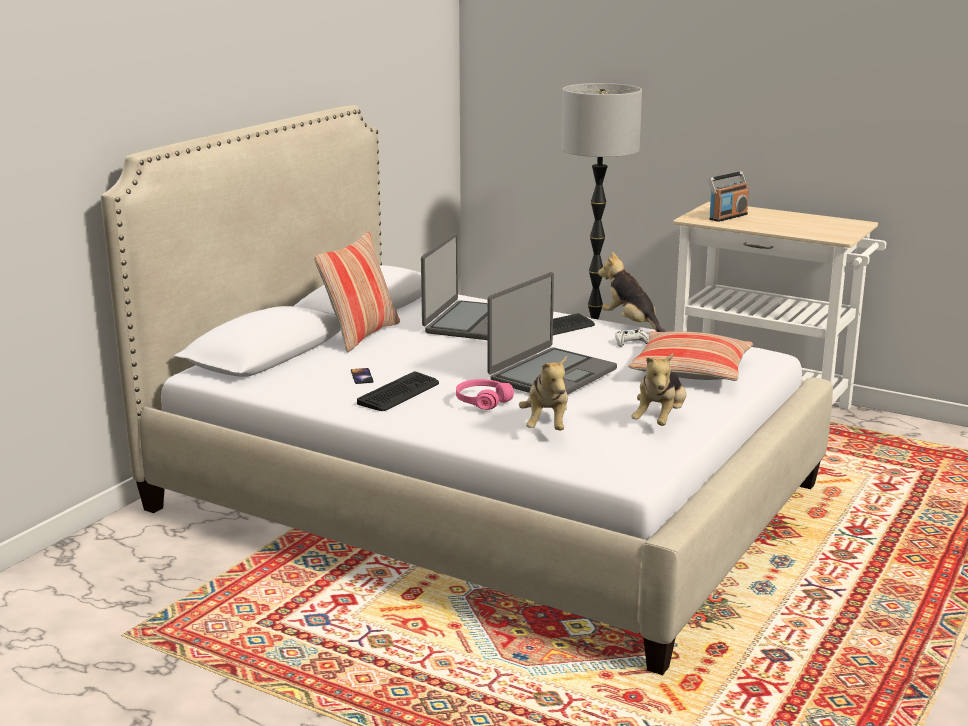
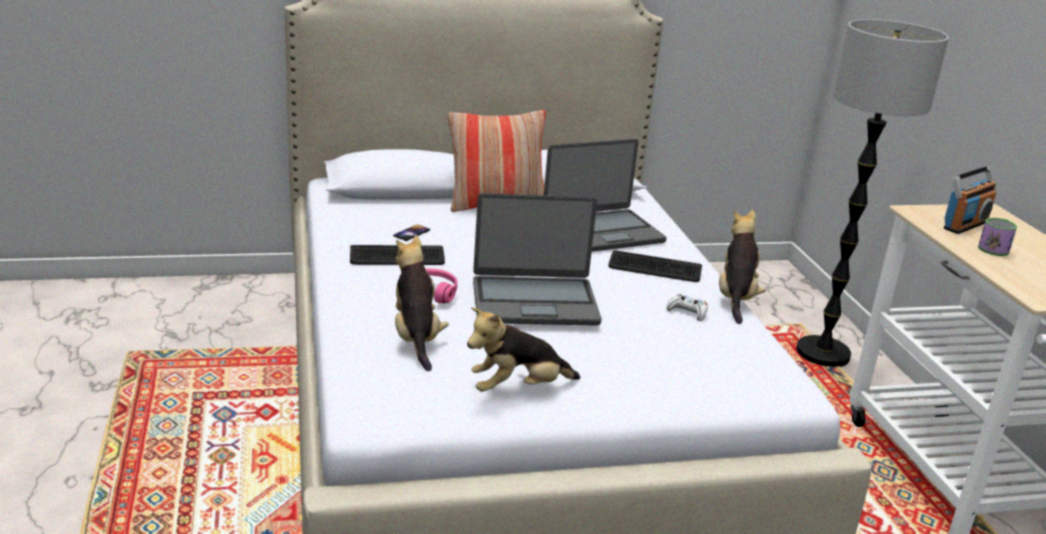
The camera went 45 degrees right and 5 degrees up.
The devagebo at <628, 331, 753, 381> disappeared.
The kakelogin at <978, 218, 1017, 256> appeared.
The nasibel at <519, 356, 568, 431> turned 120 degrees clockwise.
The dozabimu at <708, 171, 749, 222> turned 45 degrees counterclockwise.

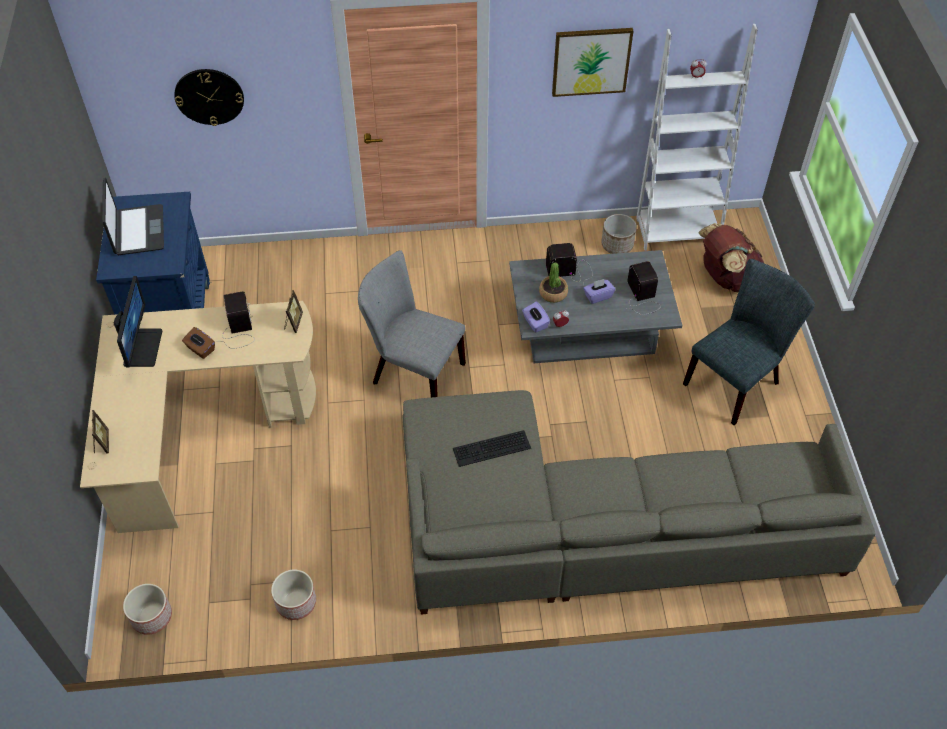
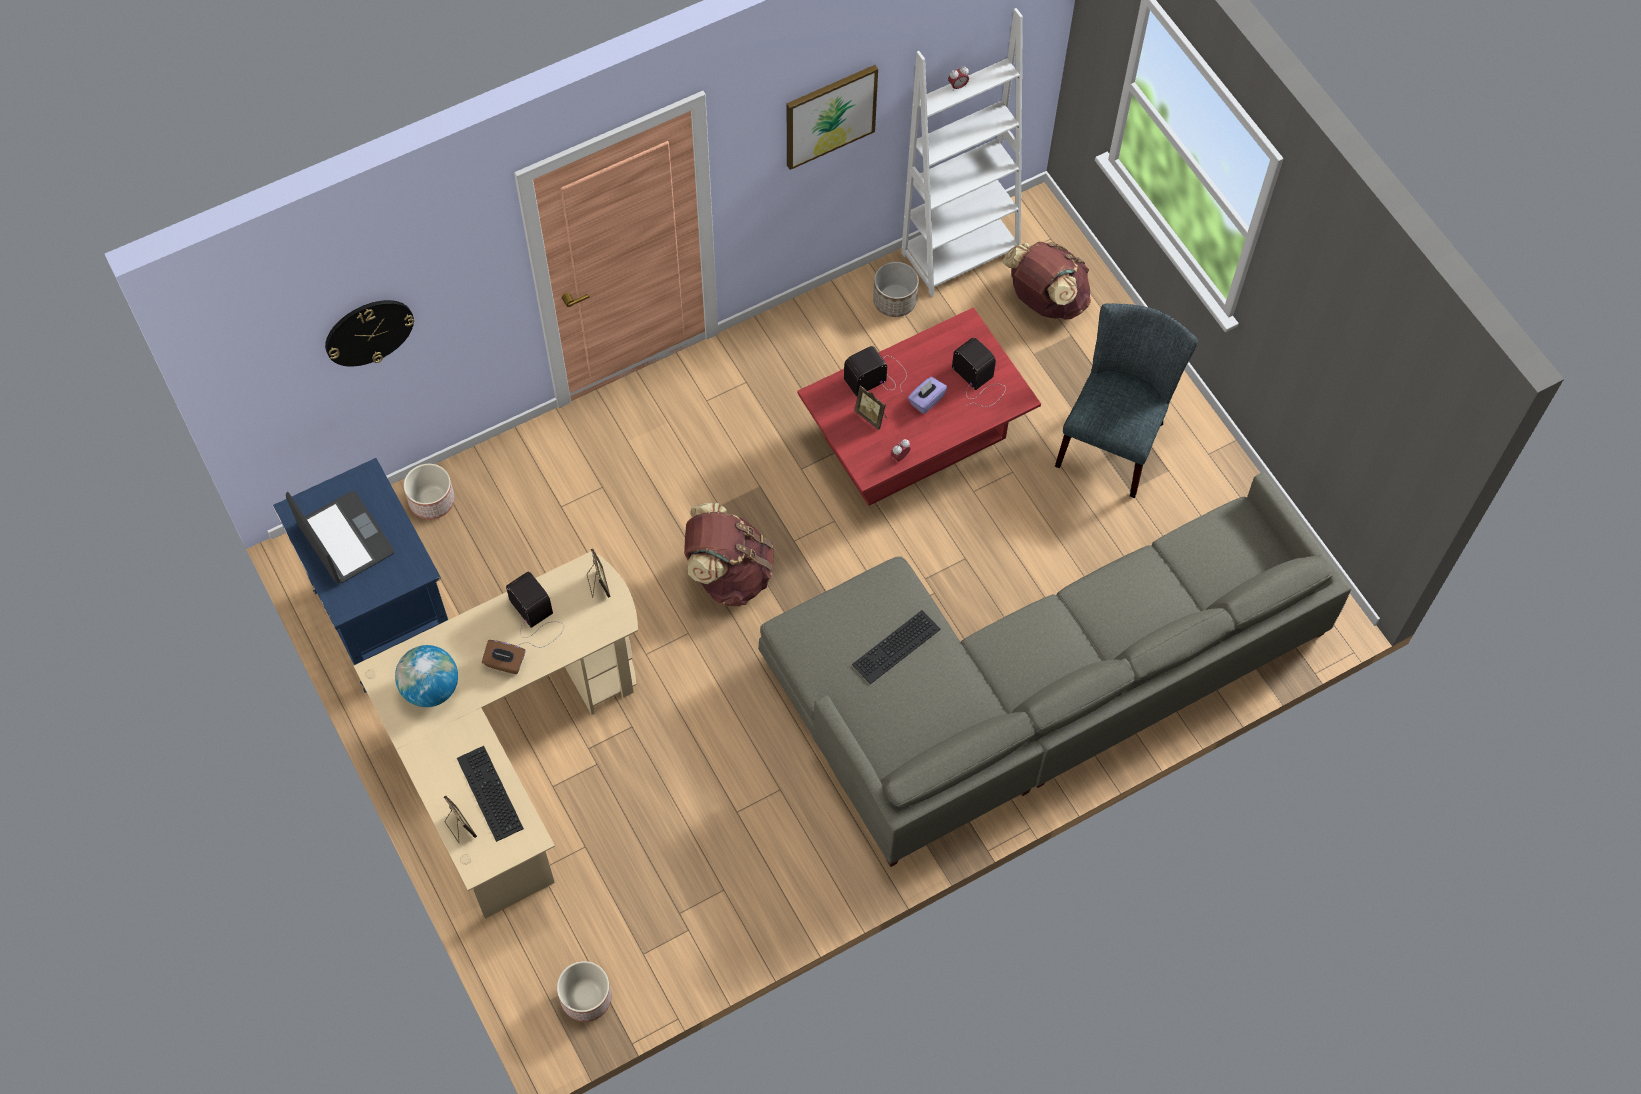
The camera went 25 degrees left and 10 degrees up.
The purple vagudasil at <522, 302, 550, 333> disappeared.
The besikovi at <457, 746, 524, 842> appeared.
The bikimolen moved from <271, 570, 316, 620> to <404, 464, 455, 520>.
The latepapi at <114, 276, 162, 368> was replaced by the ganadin at <395, 645, 458, 707>.
The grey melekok at <358, 250, 466, 397> was replaced by the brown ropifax at <684, 502, 773, 606>.
The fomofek at <539, 263, 568, 303> was replaced by the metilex at <855, 385, 887, 430>.
The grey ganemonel at <509, 250, 682, 363> became the red ganemonel at <797, 307, 1041, 506>.

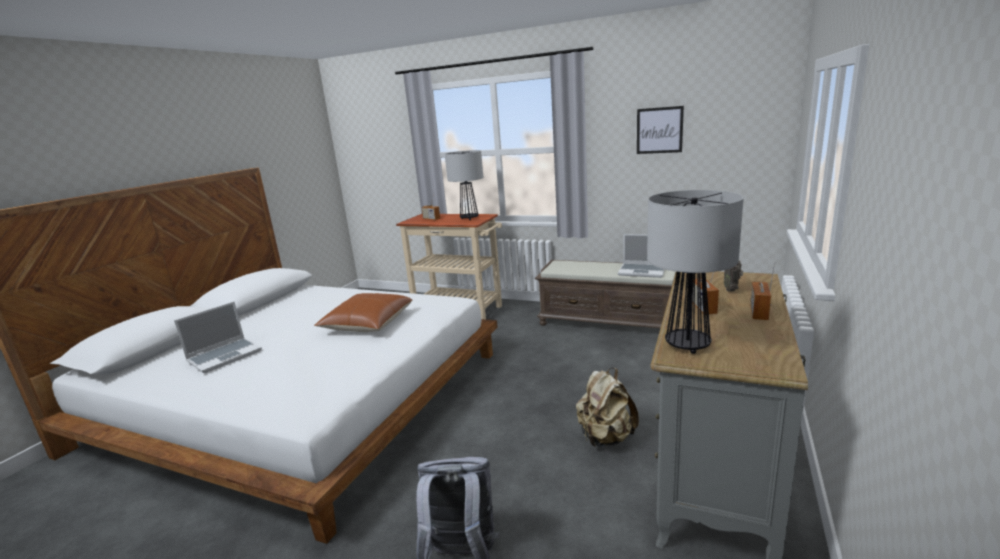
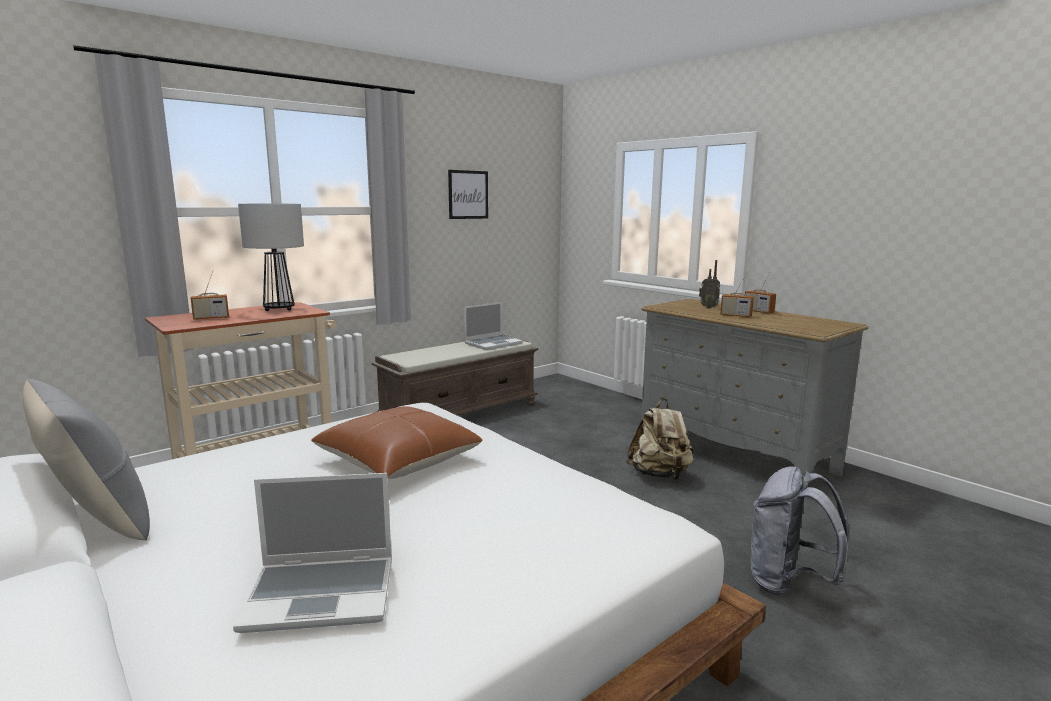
The camera went 65 degrees left and 5 degrees down.
The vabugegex at <647, 190, 744, 354> disappeared.
The grey devagebo at <23, 379, 150, 540> appeared.
The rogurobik at <174, 302, 262, 373> turned 105 degrees clockwise.

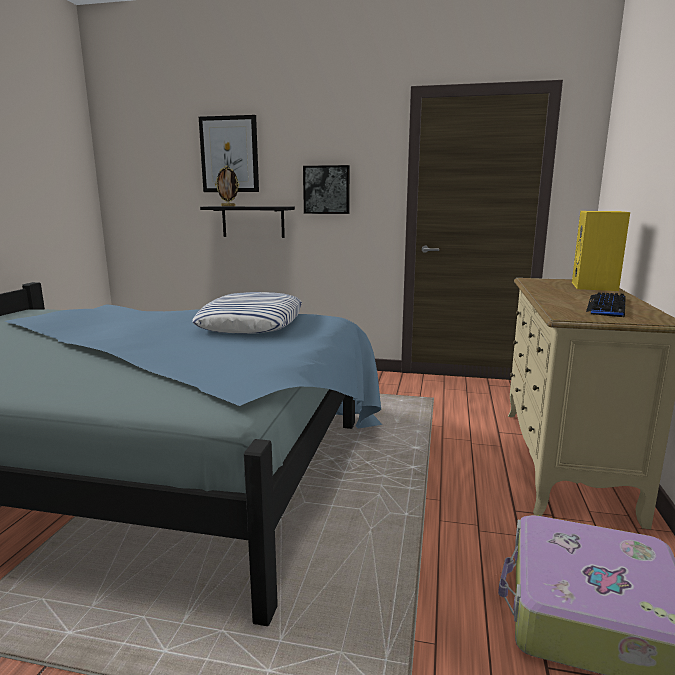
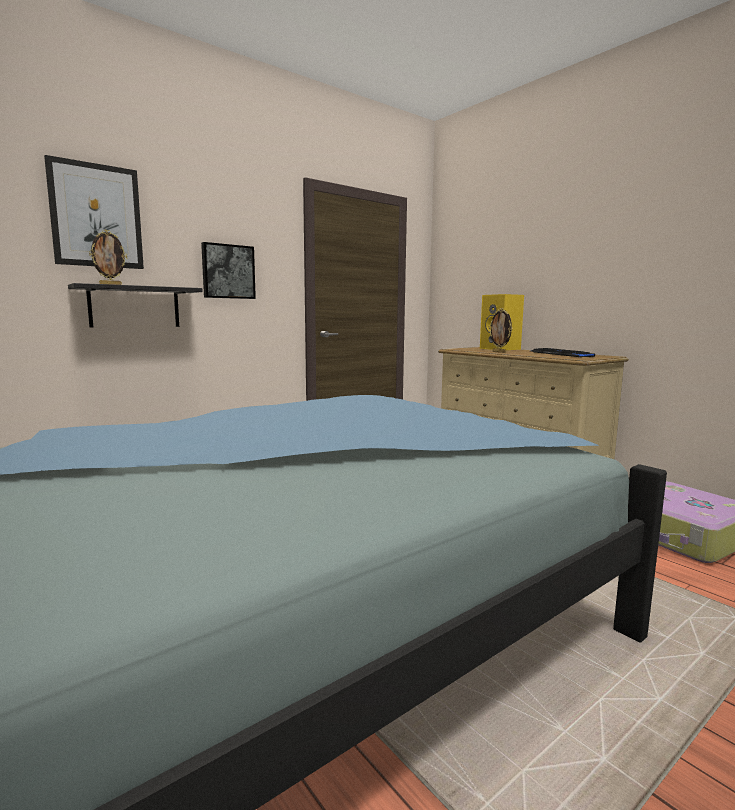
The camera went 50 degrees left and 5 degrees down.
The devagebo at <192, 292, 302, 334> disappeared.
The metilex at <489, 308, 512, 353> appeared.

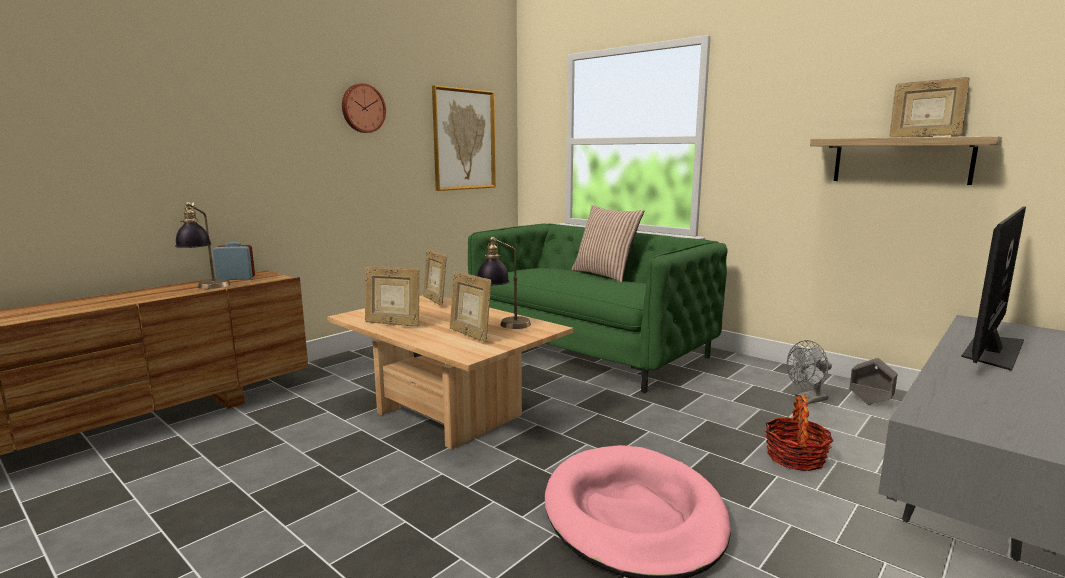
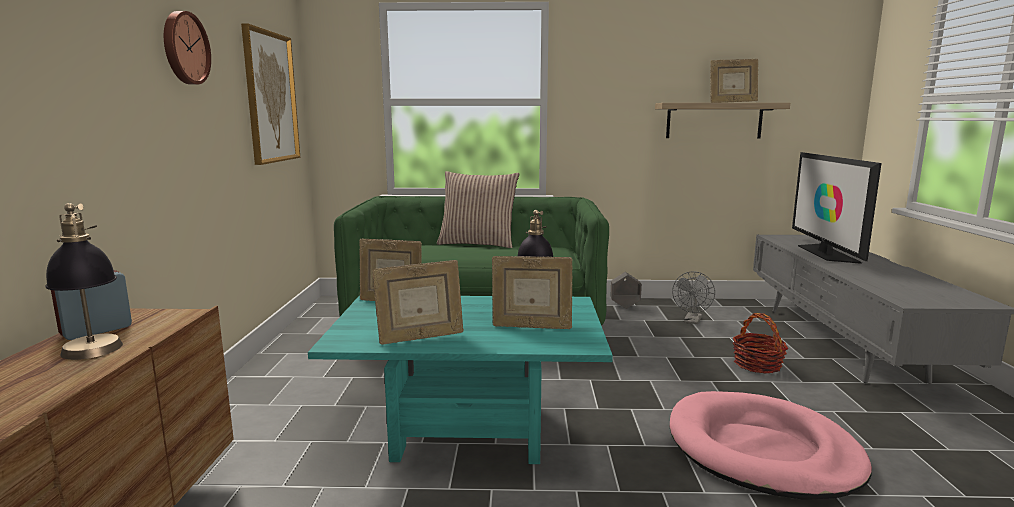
The camera went 40 degrees left and 0 degrees up.
The grey bikimolen moved from <849, 358, 898, 405> to <610, 272, 642, 309>.
The beige ganemonel at <327, 295, 573, 449> became the turquoise ganemonel at <308, 295, 613, 464>.

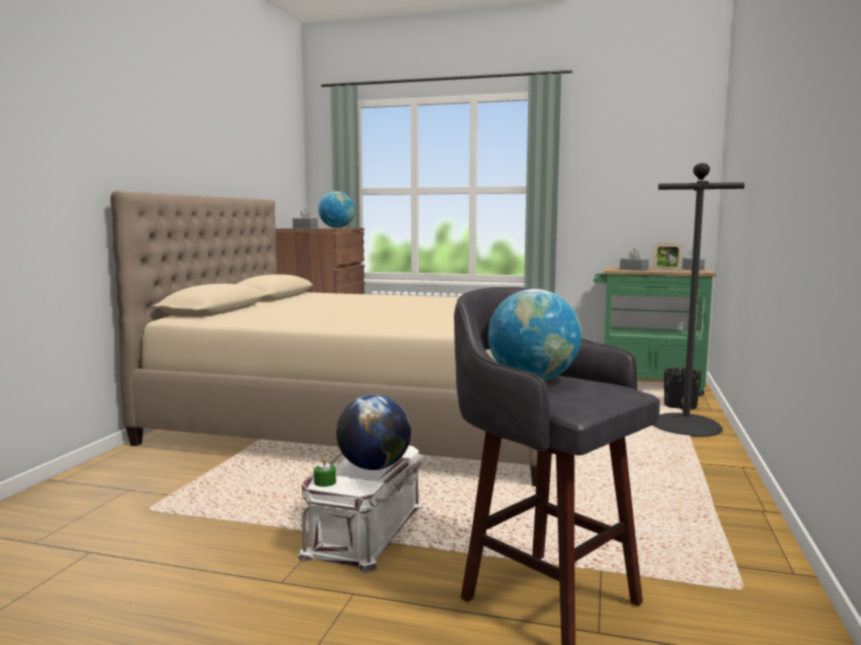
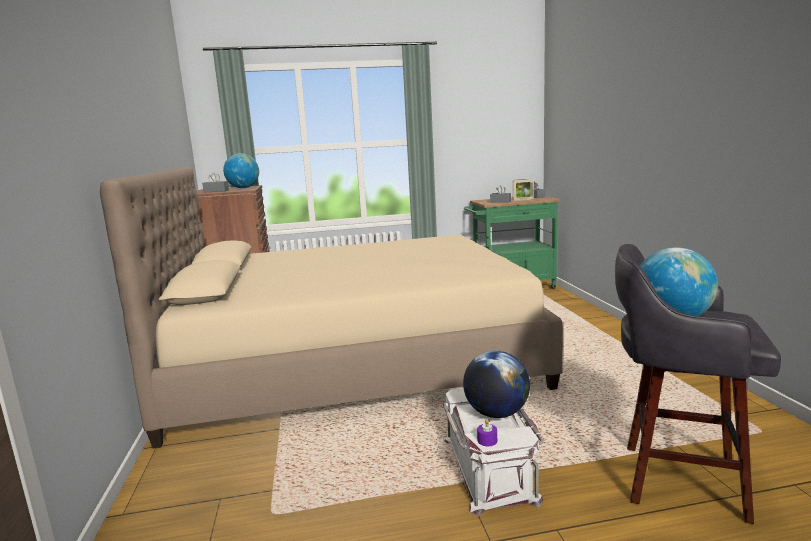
The camera went 25 degrees left and 5 degrees up.
The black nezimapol at <653, 163, 745, 437> disappeared.
The black bikimolen at <664, 367, 701, 410> disappeared.
The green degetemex at <314, 457, 336, 487> became the purple degetemex at <477, 419, 497, 446>.

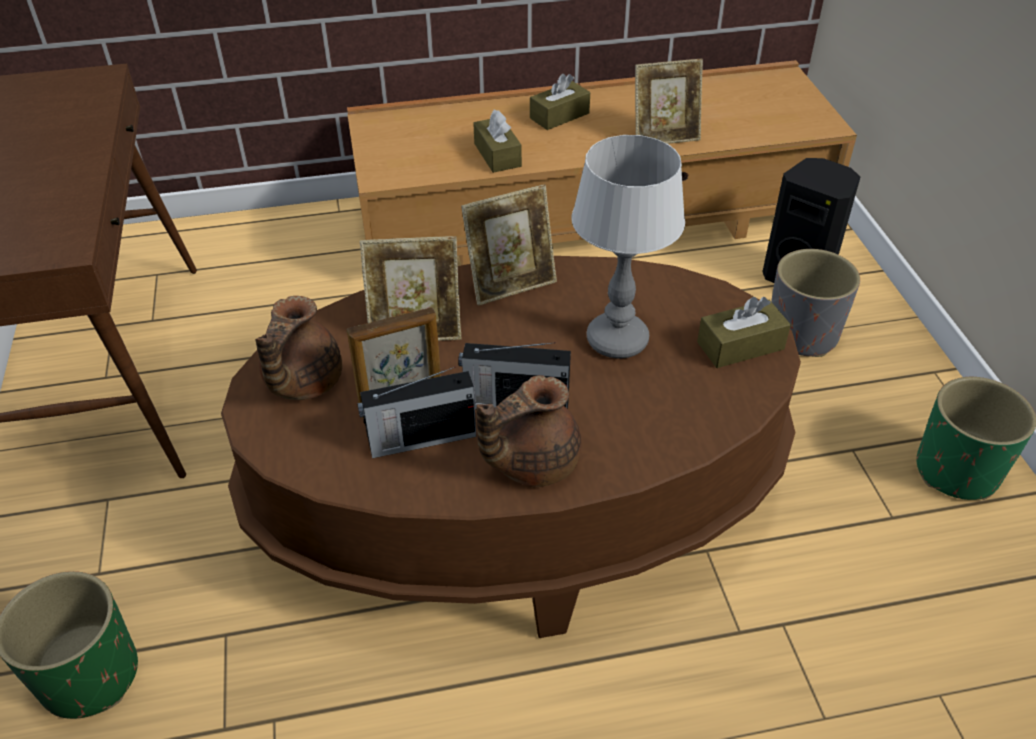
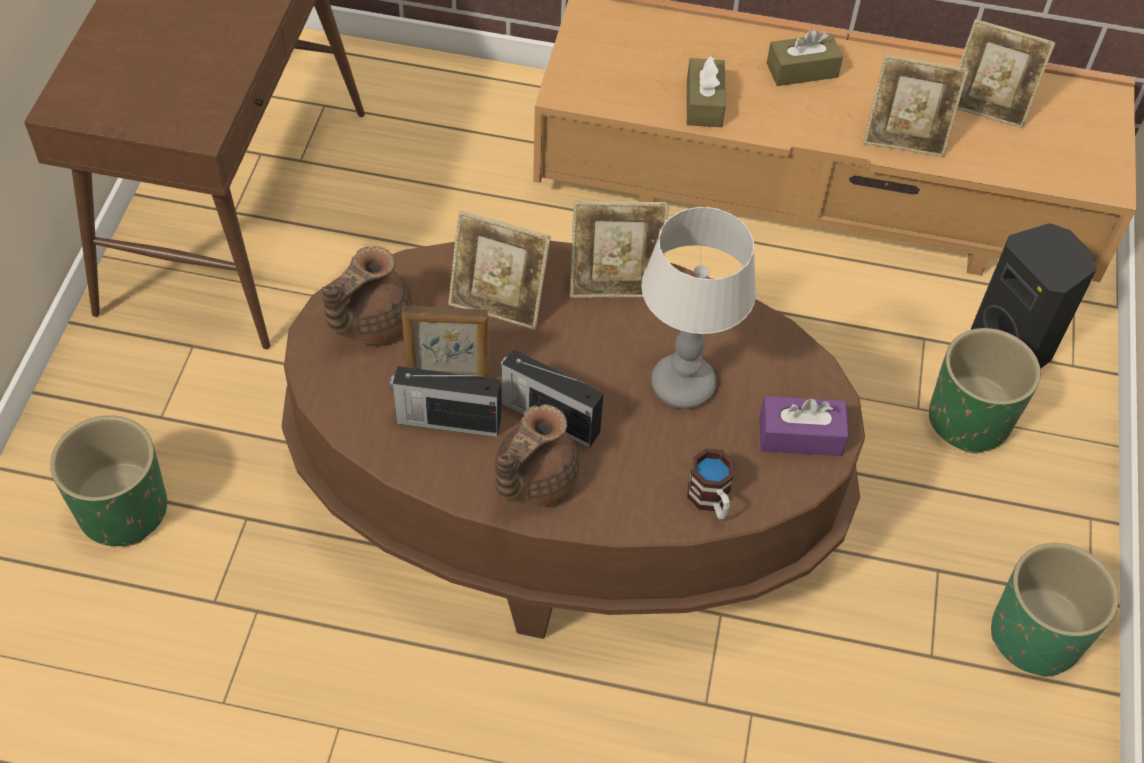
The camera went 20 degrees right and 10 degrees up.
The kakelogin at <687, 449, 734, 520> appeared.
The metilex at <957, 19, 1055, 128> appeared.
The brown vagudasil at <697, 297, 791, 368> became the purple vagudasil at <760, 396, 849, 456>.
The grey bikimolen at <771, 249, 860, 357> became the green bikimolen at <929, 328, 1041, 454>.
The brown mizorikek at <477, 375, 581, 487> turned 45 degrees counterclockwise.

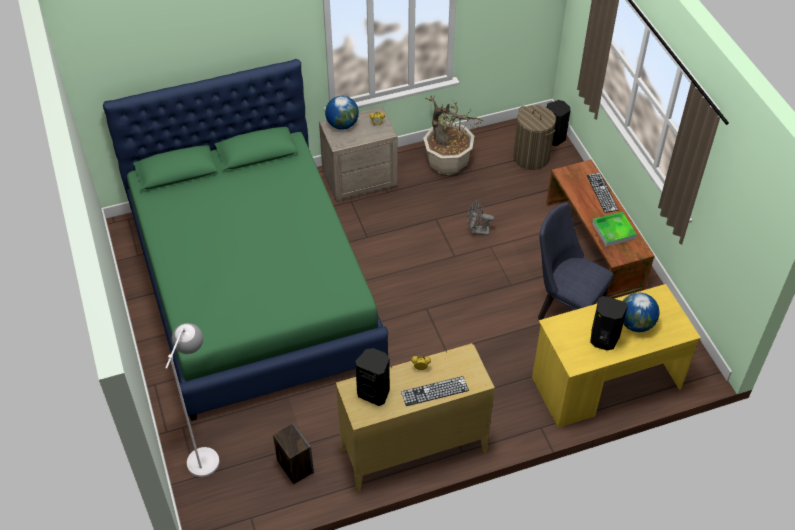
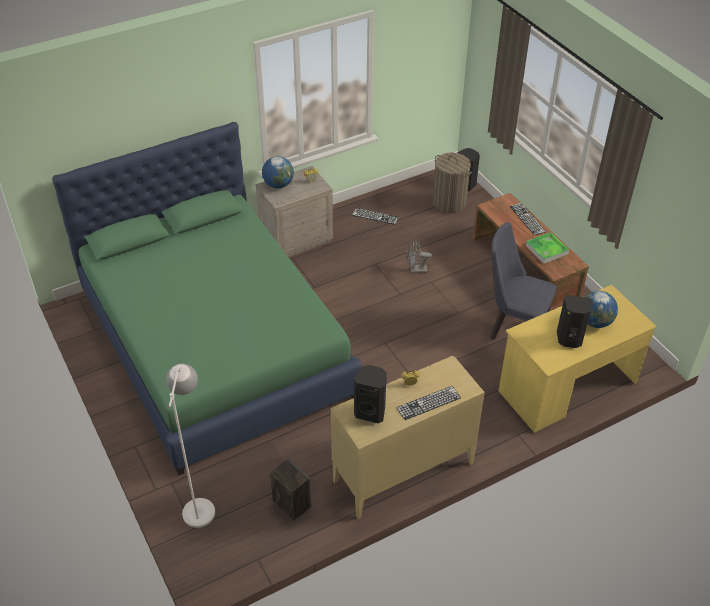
The camera went 10 degrees left and 5 degrees down.
The fomofek at <423, 96, 484, 175> was replaced by the besikovi at <352, 208, 398, 225>.

